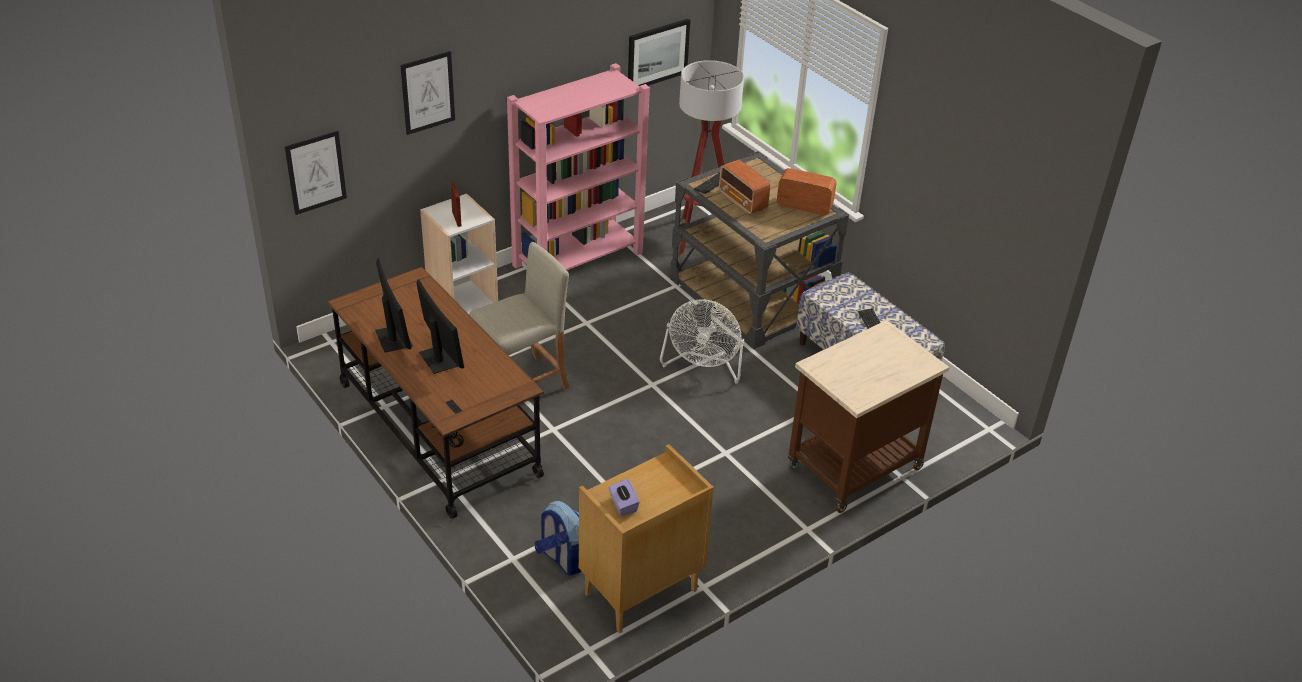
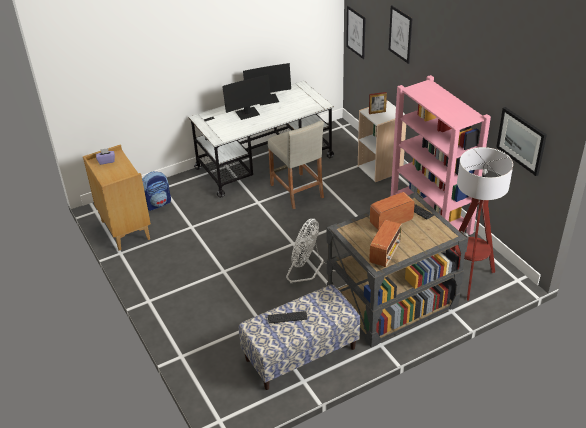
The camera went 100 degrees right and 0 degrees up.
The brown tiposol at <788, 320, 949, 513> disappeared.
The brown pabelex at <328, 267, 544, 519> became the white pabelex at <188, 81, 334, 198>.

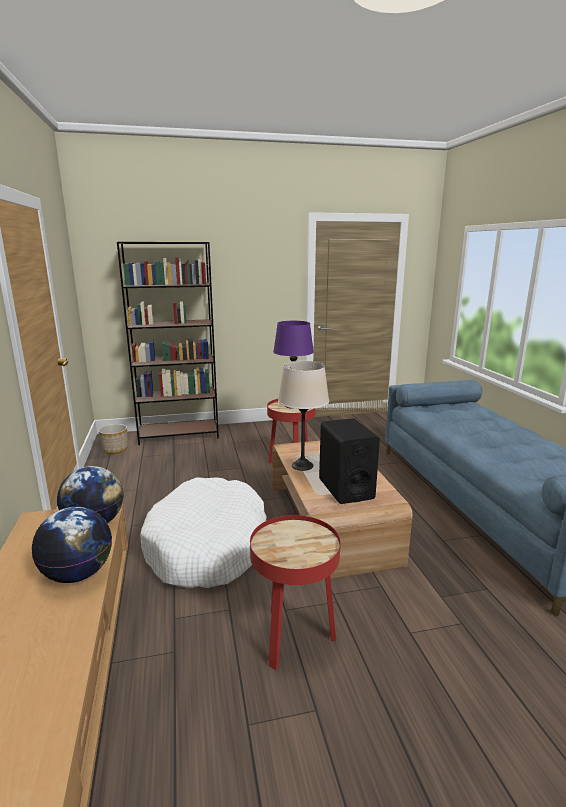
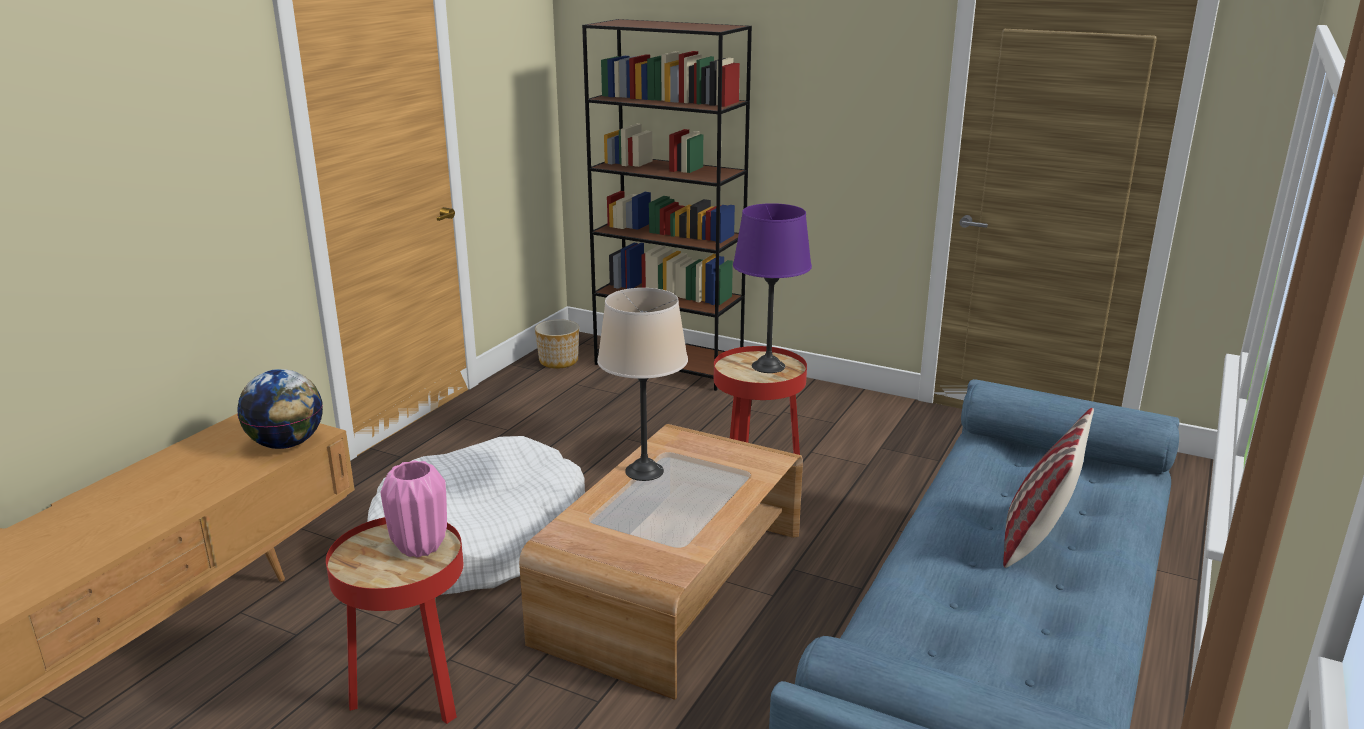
The camera went 40 degrees right and 5 degrees up.
The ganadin at <32, 507, 112, 583> disappeared.
The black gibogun at <319, 418, 380, 504> disappeared.
The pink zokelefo at <381, 460, 447, 557> appeared.
The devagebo at <1003, 408, 1094, 568> appeared.

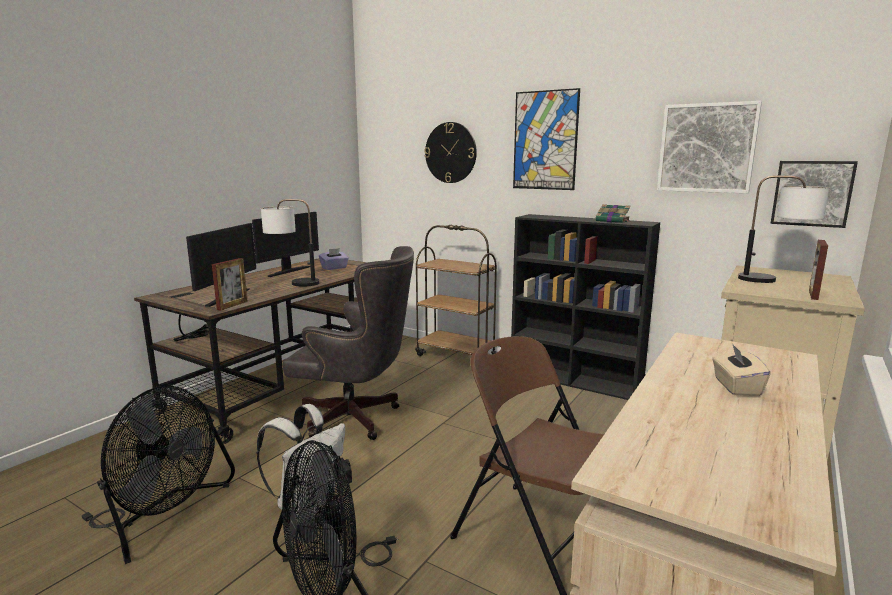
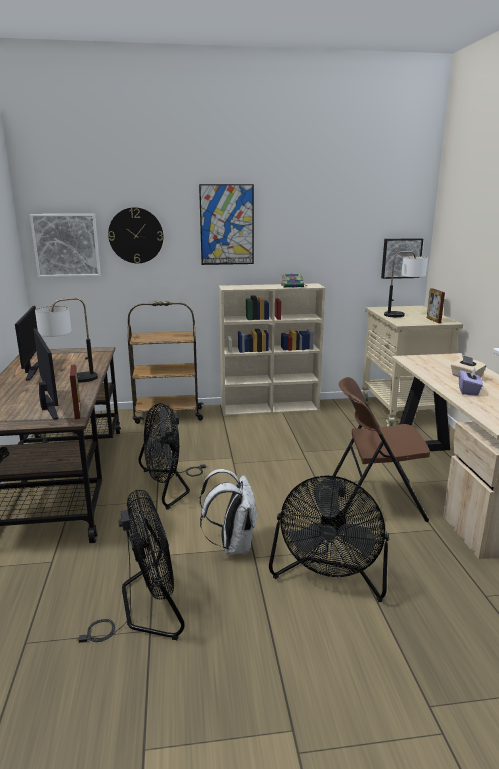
The camera went 40 degrees left and 5 degrees up.
The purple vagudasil moved from <319, 248, 349, 270> to <459, 368, 483, 396>.
The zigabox moved from <657, 101, 762, 193> to <30, 214, 101, 278>.
The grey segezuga at <283, 246, 414, 440> was replaced by the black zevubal at <138, 403, 207, 510>.
The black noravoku at <511, 214, 660, 400> became the beige noravoku at <219, 283, 325, 416>.

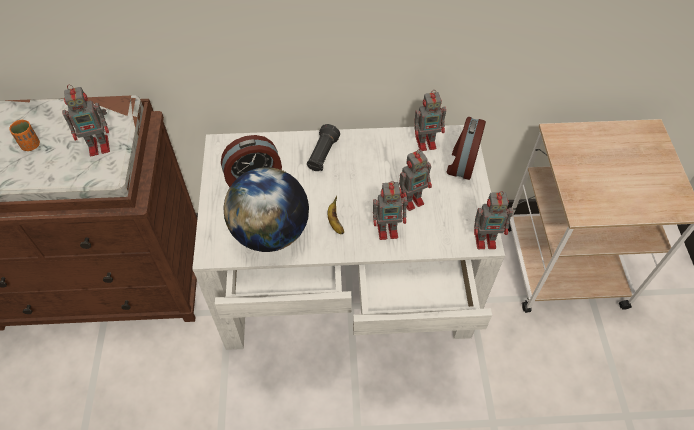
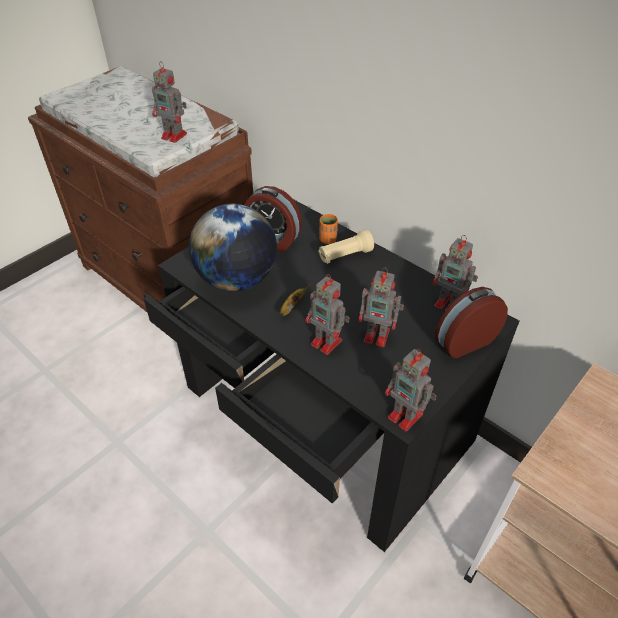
The camera went 45 degrees right and 10 degrees down.
The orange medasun moved from <9, 120, 40, 151> to <319, 214, 338, 244>.
The white pabelex at <192, 125, 505, 350> became the black pabelex at <144, 200, 520, 552>.
The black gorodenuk at <307, 124, 340, 171> became the beige gorodenuk at <318, 229, 374, 264>.

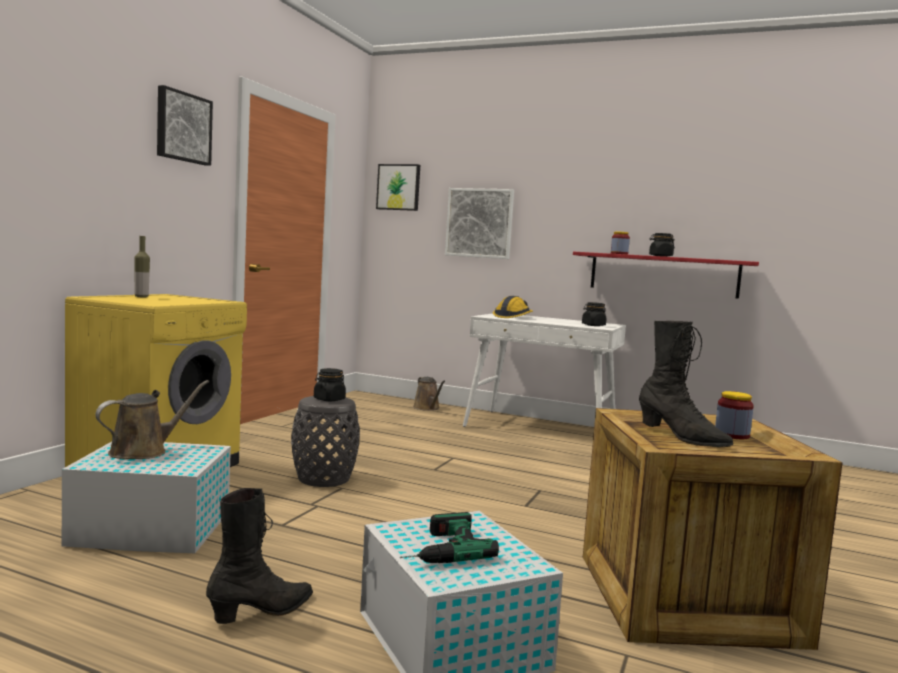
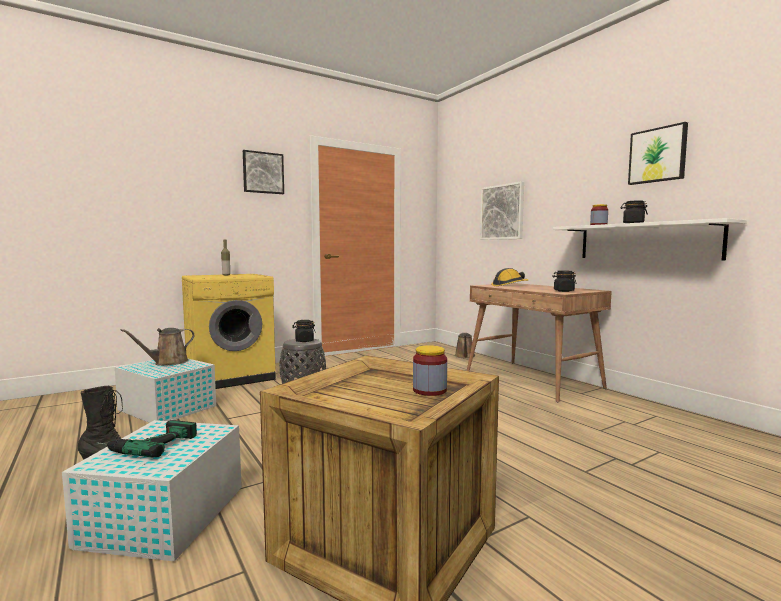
The camera went 35 degrees right and 0 degrees up.
The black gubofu at <639, 321, 733, 448> disappeared.
The zigabox moved from <376, 164, 420, 211> to <628, 122, 688, 185>.
The white pabelex at <463, 313, 626, 427> became the brown pabelex at <467, 283, 612, 403>.
The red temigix at <573, 252, 759, 299> became the white temigix at <553, 218, 747, 260>.
The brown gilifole at <96, 380, 209, 459> turned 150 degrees clockwise.

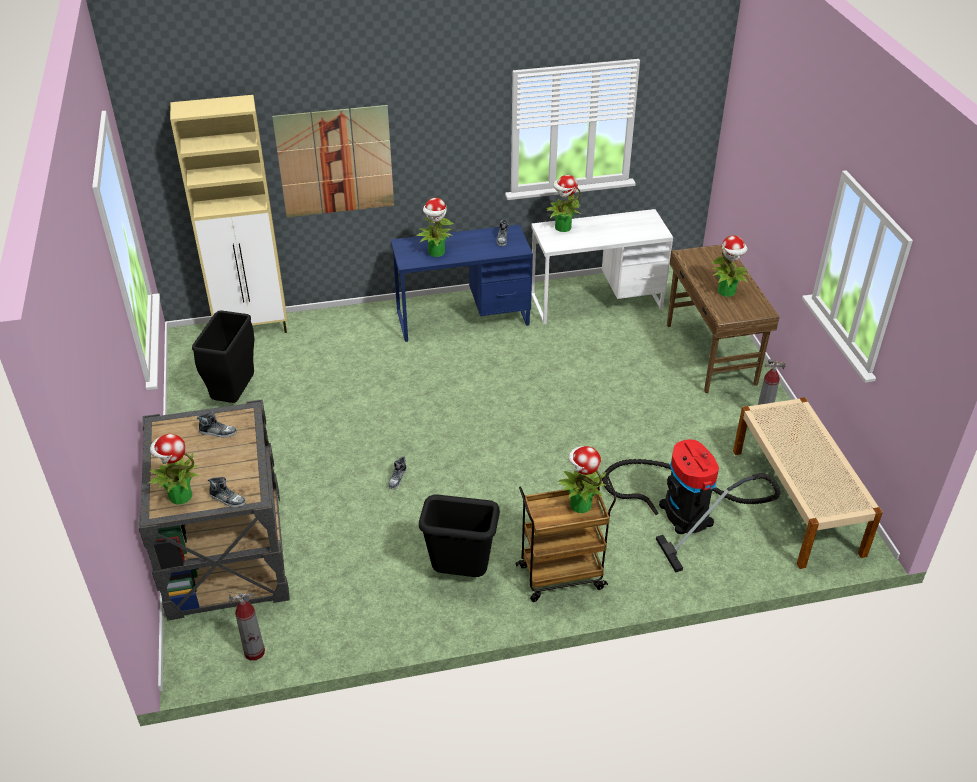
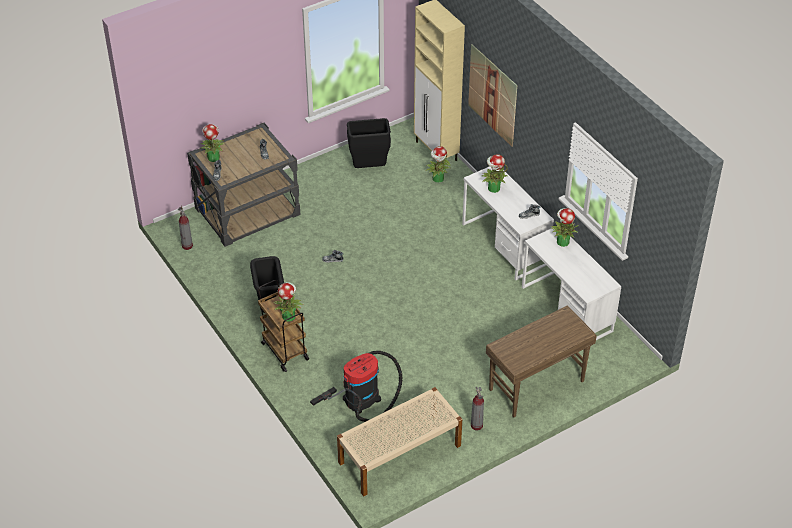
The camera went 70 degrees right and 5 degrees up.
The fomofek moved from <711, 235, 749, 297> to <426, 146, 451, 183>.
The blue pabelex at <391, 224, 533, 342> became the white pabelex at <462, 166, 554, 280>.

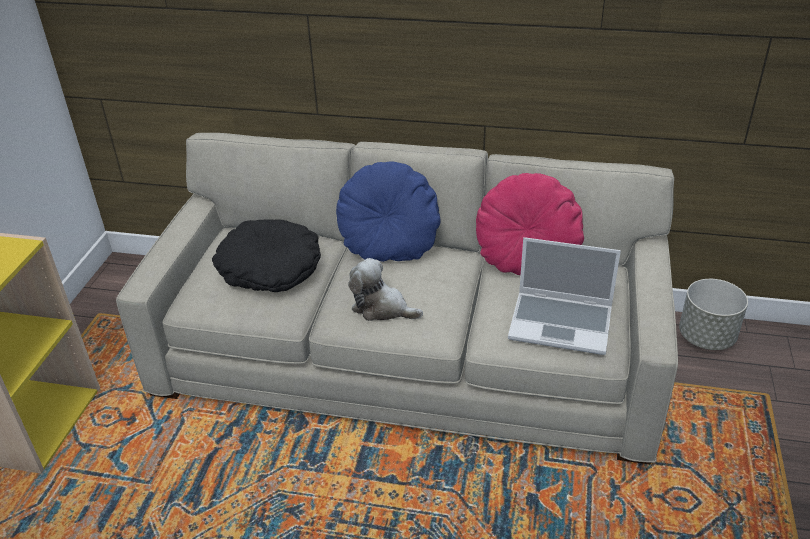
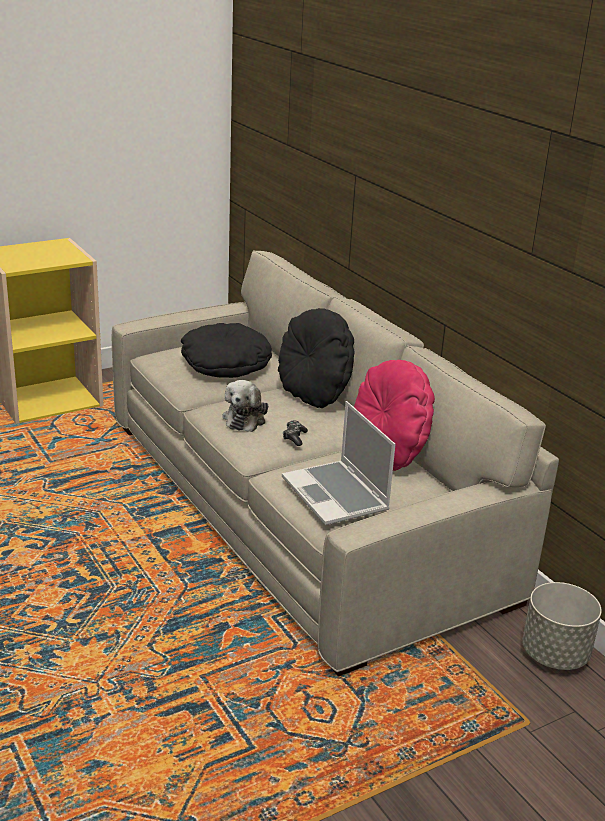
The camera went 45 degrees right and 10 degrees down.
The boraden at <283, 420, 308, 446> appeared.
The blue devagebo at <336, 162, 441, 262> became the black devagebo at <278, 308, 355, 408>.
The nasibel at <348, 258, 423, 321> turned 150 degrees counterclockwise.

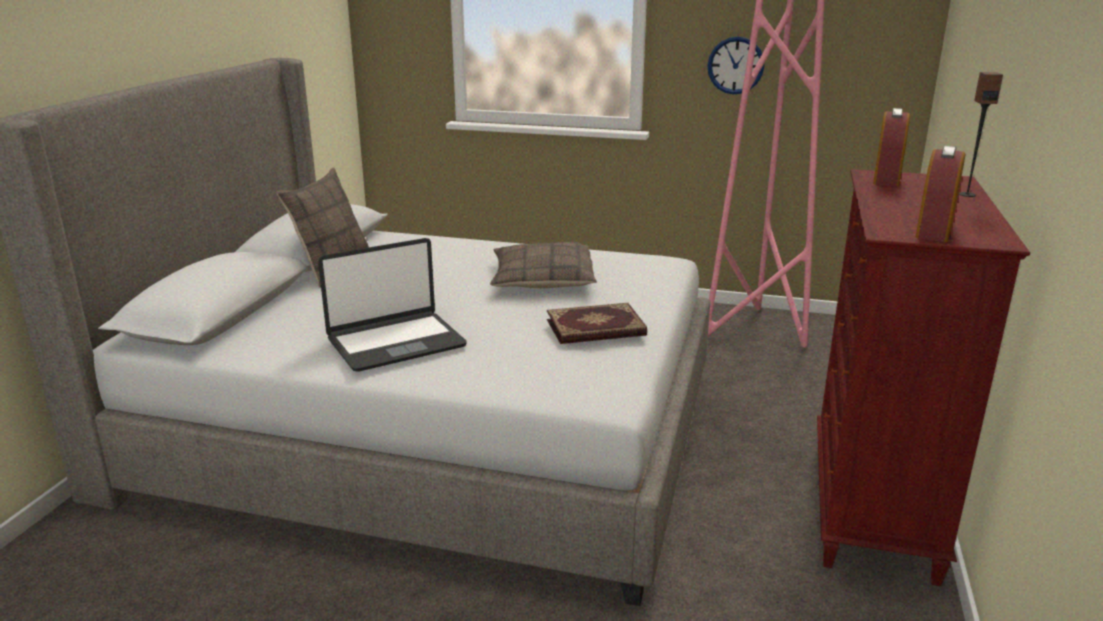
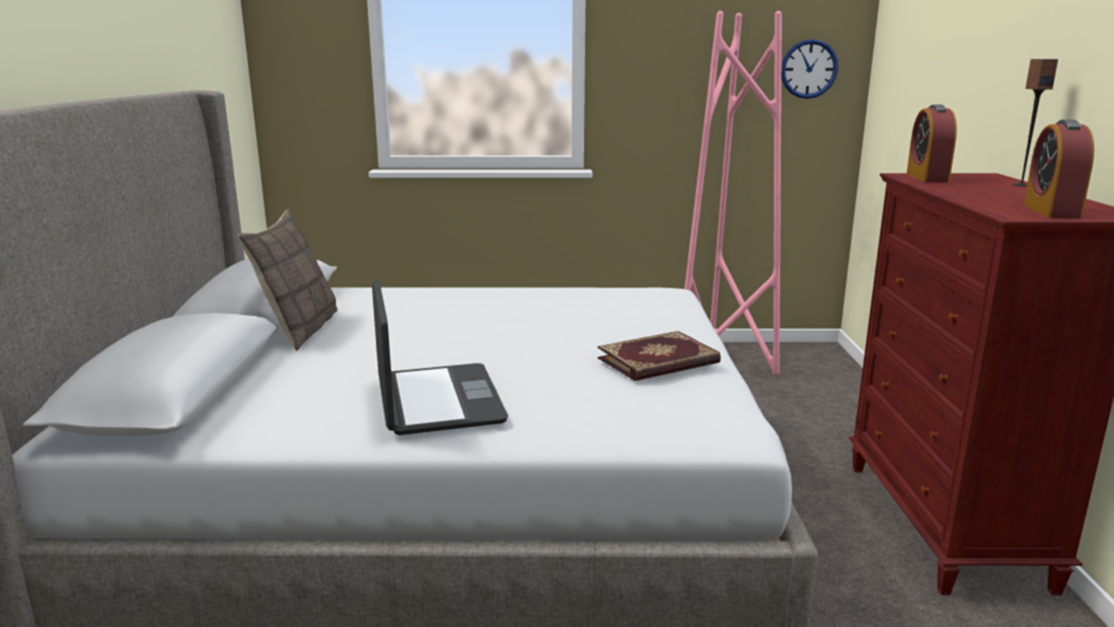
The camera went 15 degrees left and 5 degrees down.
The devagebo at <490, 242, 597, 288> disappeared.
The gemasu moved from <707, 37, 764, 94> to <781, 39, 838, 99>.
The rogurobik at <318, 238, 467, 372> turned 60 degrees counterclockwise.

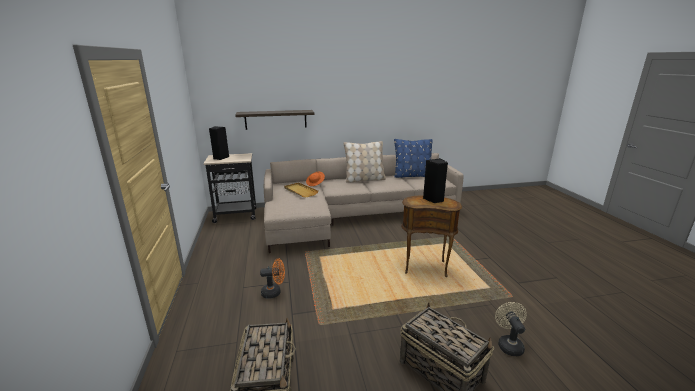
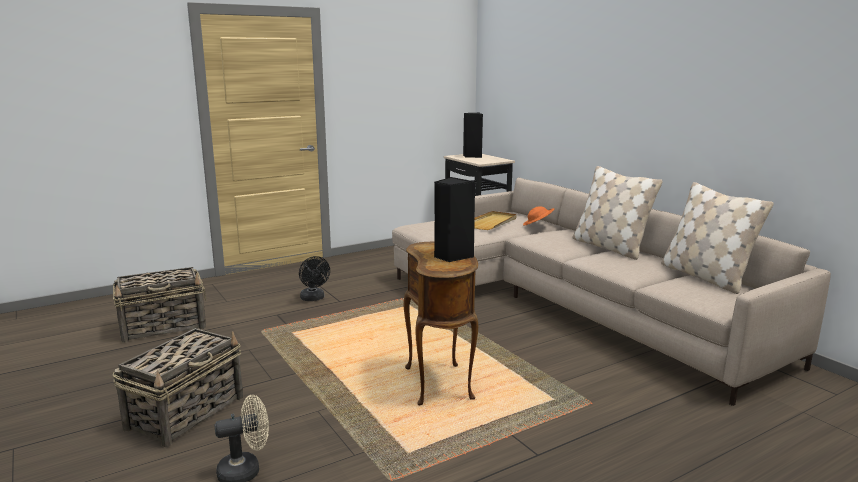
The camera went 70 degrees right and 5 degrees down.
The temigix at <235, 110, 314, 130> disappeared.
The orange zevubal at <260, 258, 285, 299> became the black zevubal at <299, 256, 330, 301>.
The blue devagebo at <394, 139, 433, 178> became the beige devagebo at <661, 182, 774, 294>.

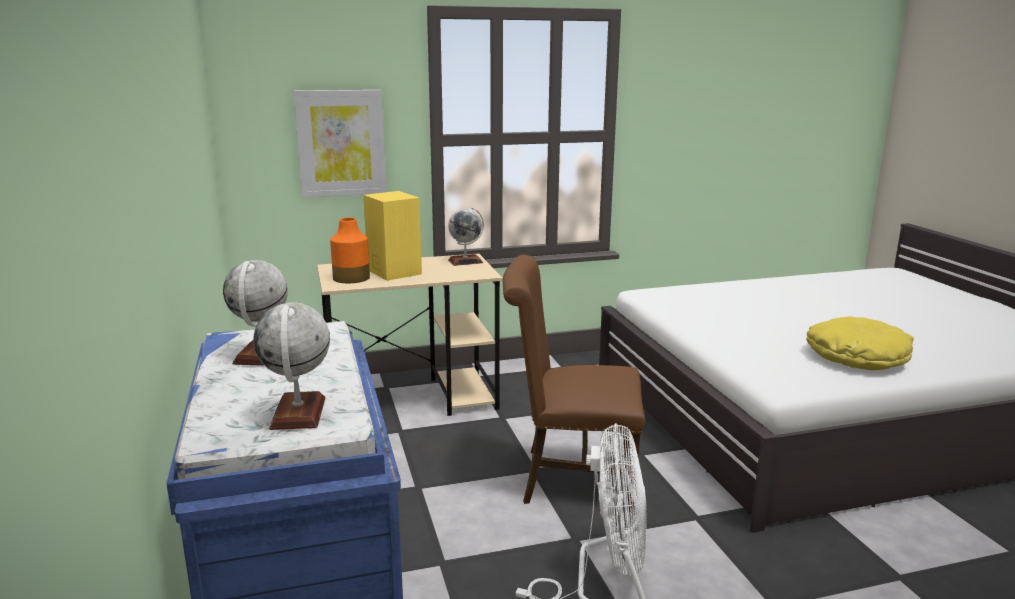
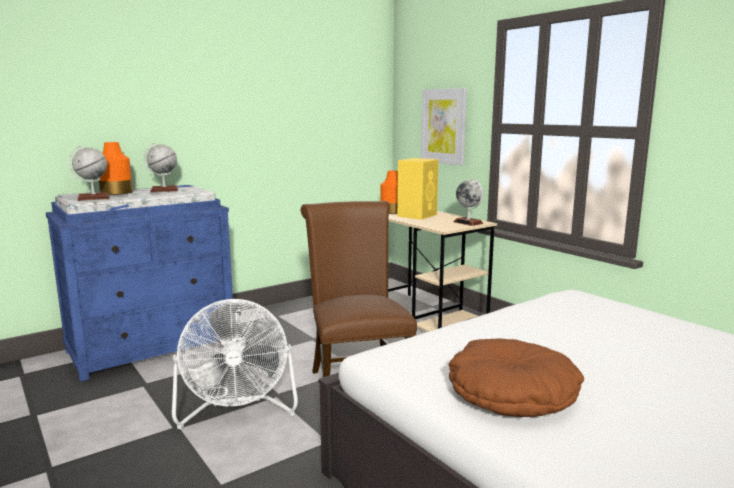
The camera went 70 degrees right and 5 degrees down.
The orange zokelefo at <99, 142, 133, 195> appeared.
The yellow devagebo at <806, 317, 914, 370> became the brown devagebo at <449, 339, 584, 417>.

